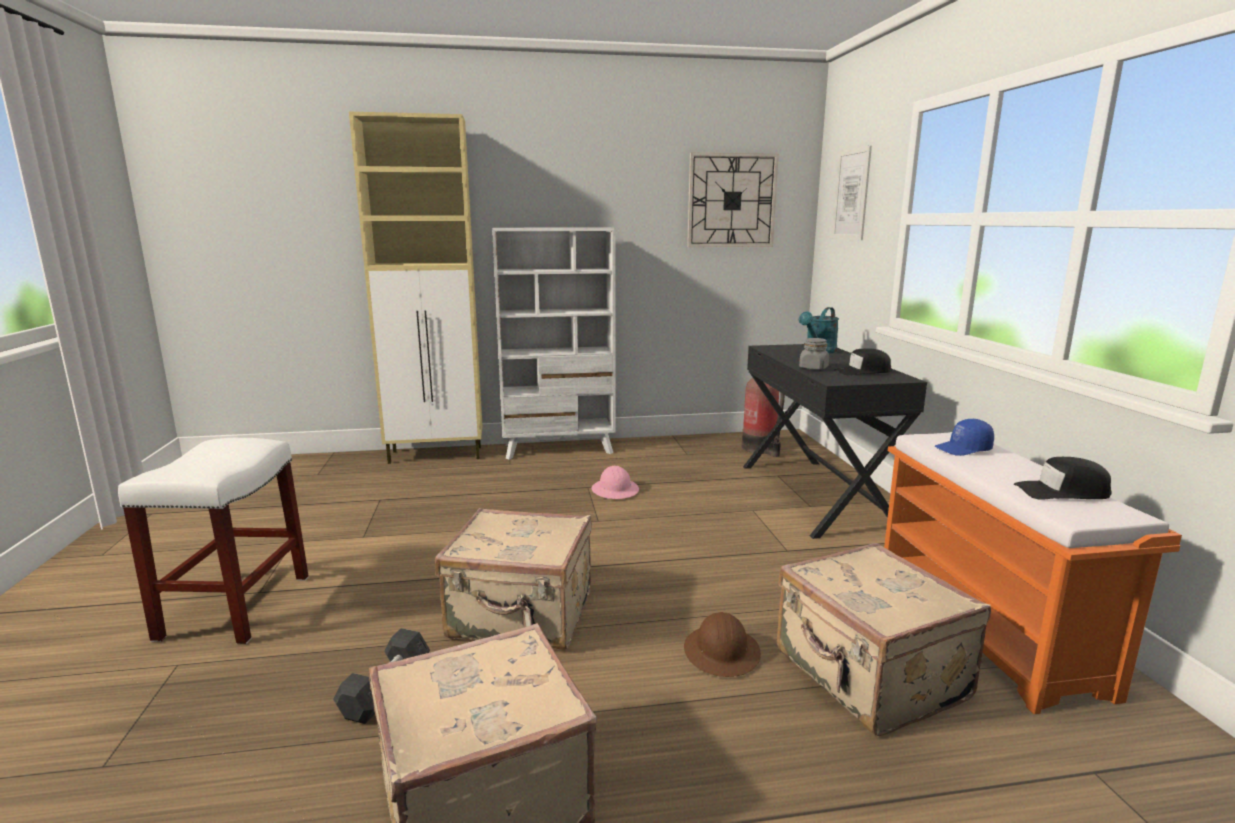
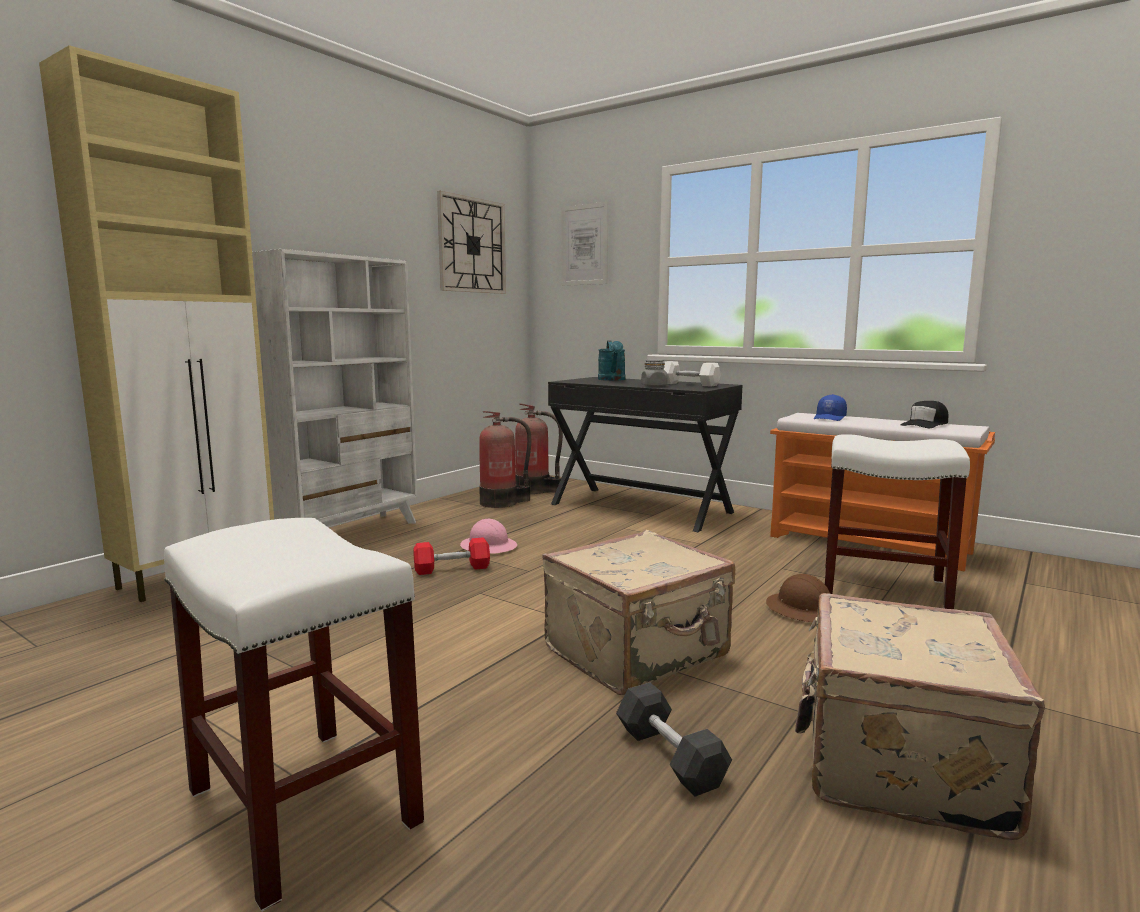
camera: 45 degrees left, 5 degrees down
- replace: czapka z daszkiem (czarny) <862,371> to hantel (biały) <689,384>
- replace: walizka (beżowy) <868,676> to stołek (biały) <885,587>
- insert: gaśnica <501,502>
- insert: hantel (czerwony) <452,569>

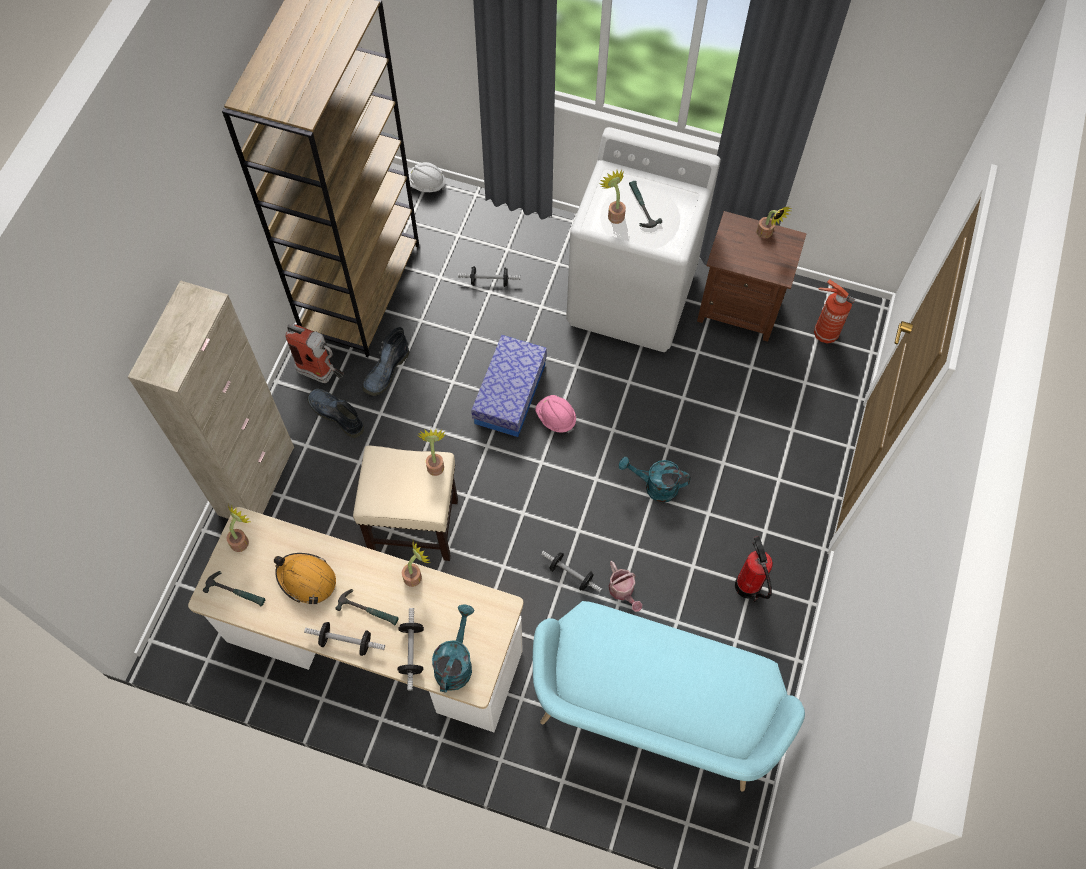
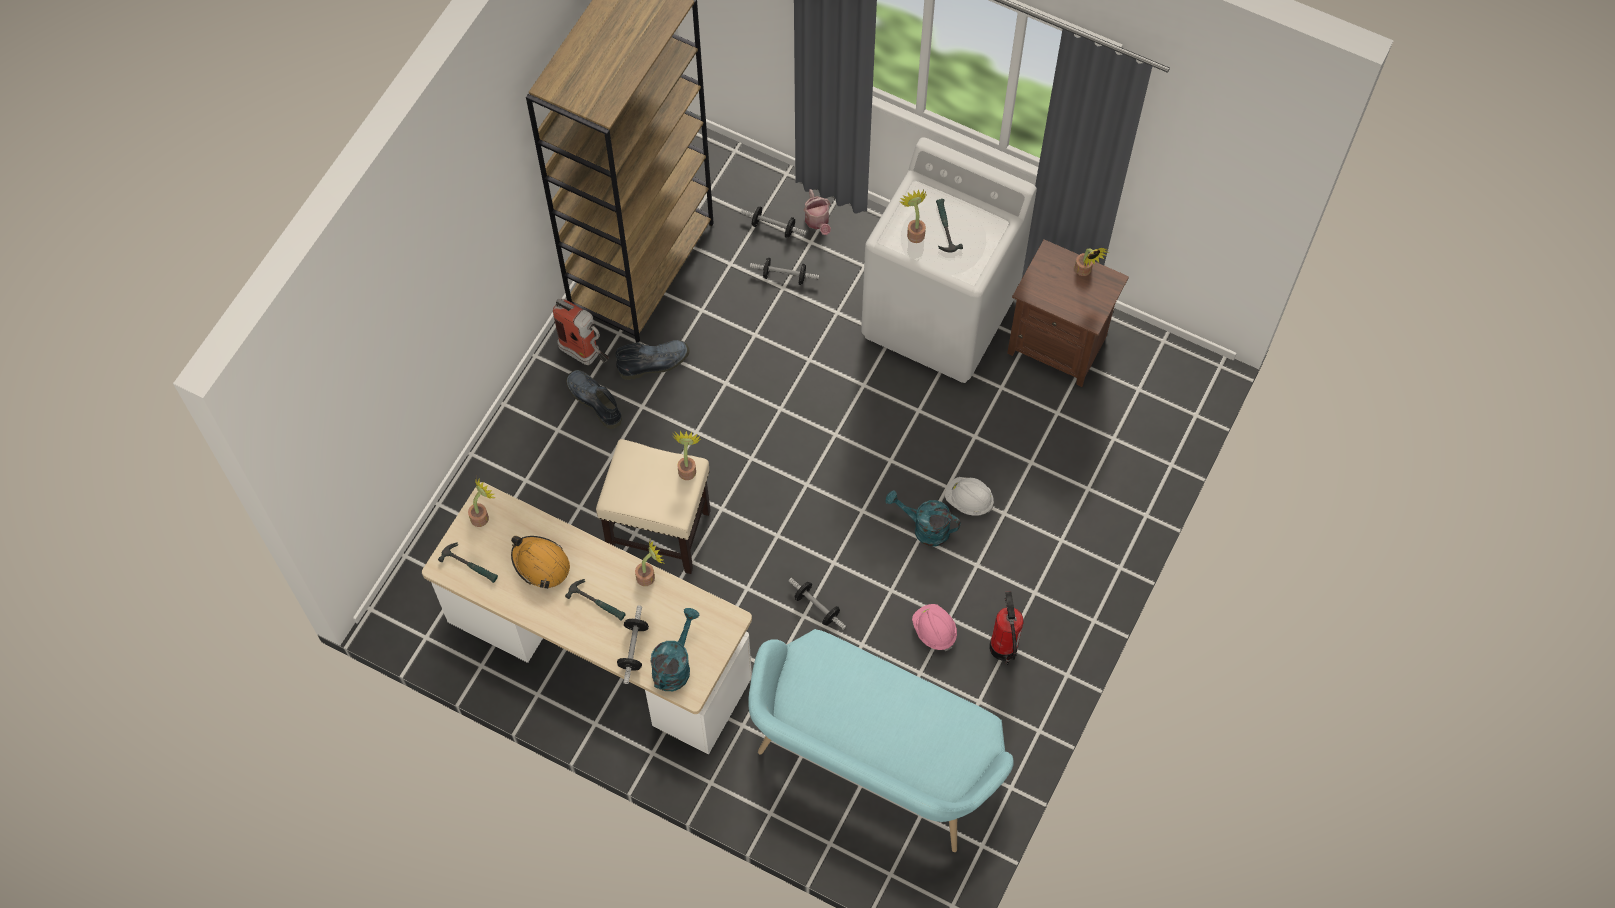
camera: 10 degrees right, 0 degrees up
- move: kask (biały) <426,184> to <968,501>
- delete: gaśnica <824,333>
- delete: szafka (beżowy) <257,481>
- rotate: but z cholewką <386,372> = <655,362> 150 degrees counterclockwise
- delete: pojemnik do przechowywania <510,394>
- move: kask (różowy) <555,418> to <934,631>
- move: konewka <623,592> to <818,222>
- move: hantel <346,642> to <773,227>

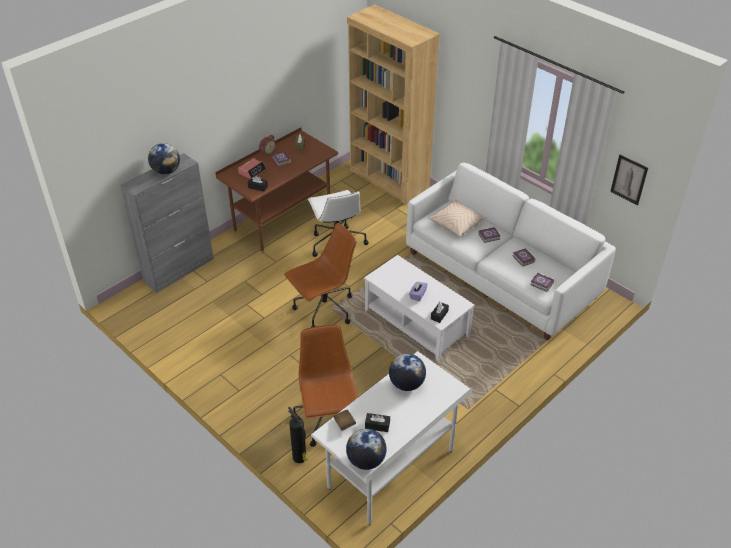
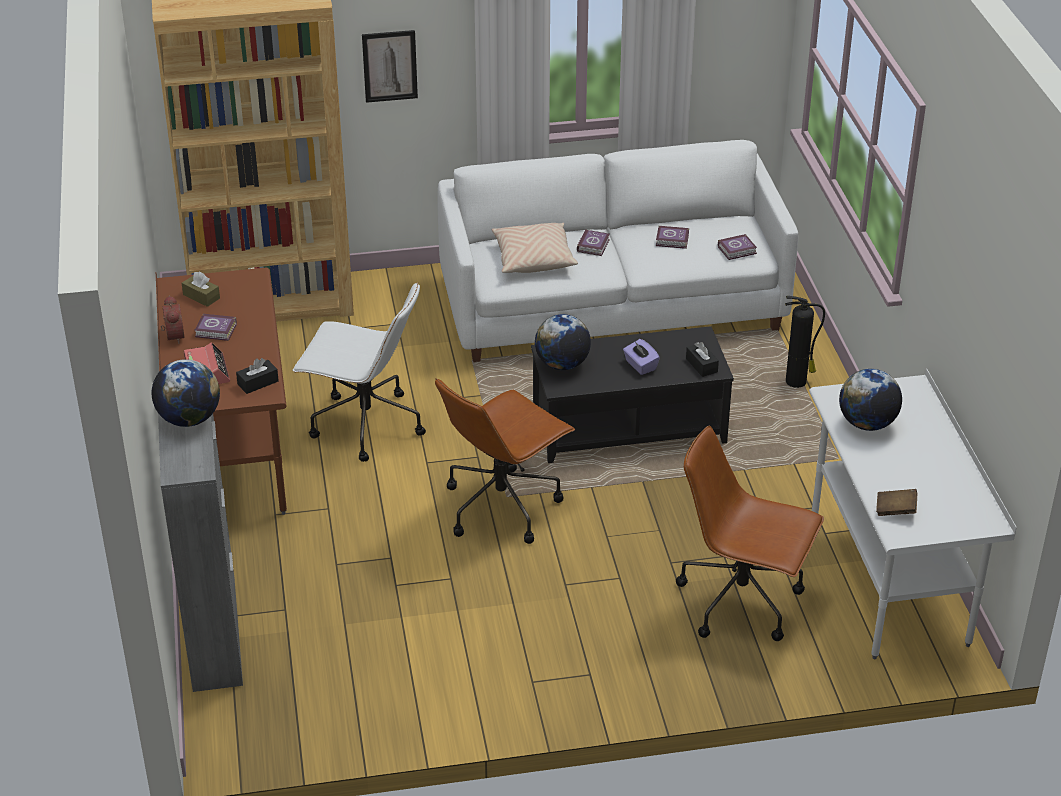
camera: 55 degrees left, 5 degrees down
- move: obraz <629,179> to <390,66>
- rotate: krzesło biurowe (brązowy) <324,310> = <502,505> 135 degrees counterclockwise
- recolor: ława (biały) <417,323> to ława (czarny) <628,426>
- move: gaśnica <300,458> to <797,382>
- delete: pudełko chusteczek (czarny) <377,425>
- move: globus <366,460> to <562,364>

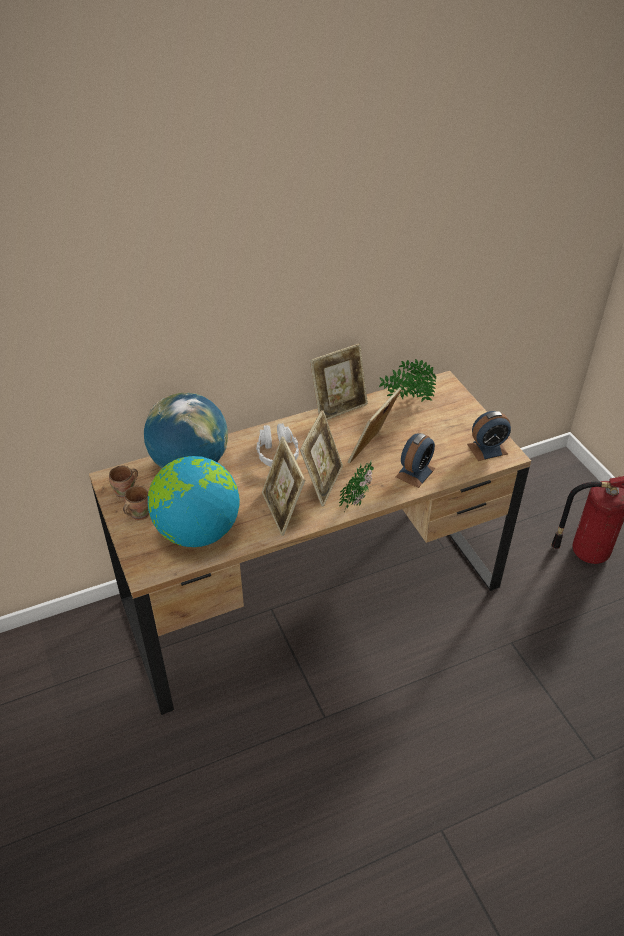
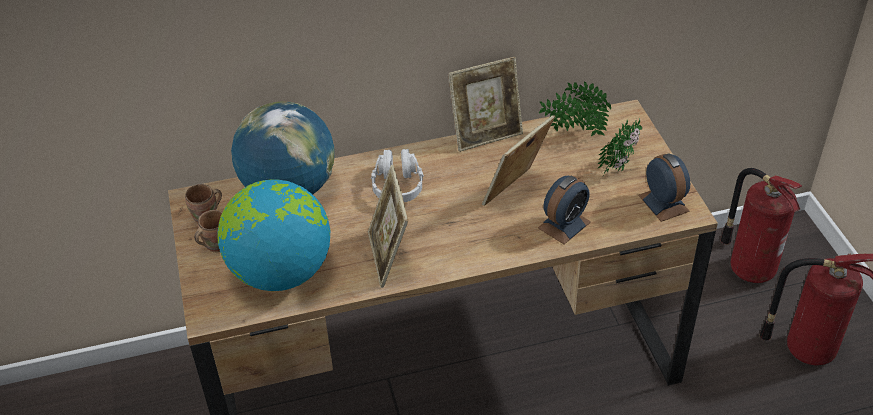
camera: 10 degrees right, 0 degrees up
- delete: ramka na zdjęcie <322,483>
- rotate: budzik <487,449> = <663,203> 105 degrees counterclockwise
- move: roślina doniczkowa <358,500> to <621,165>
- insert: gaśnica <750,267>

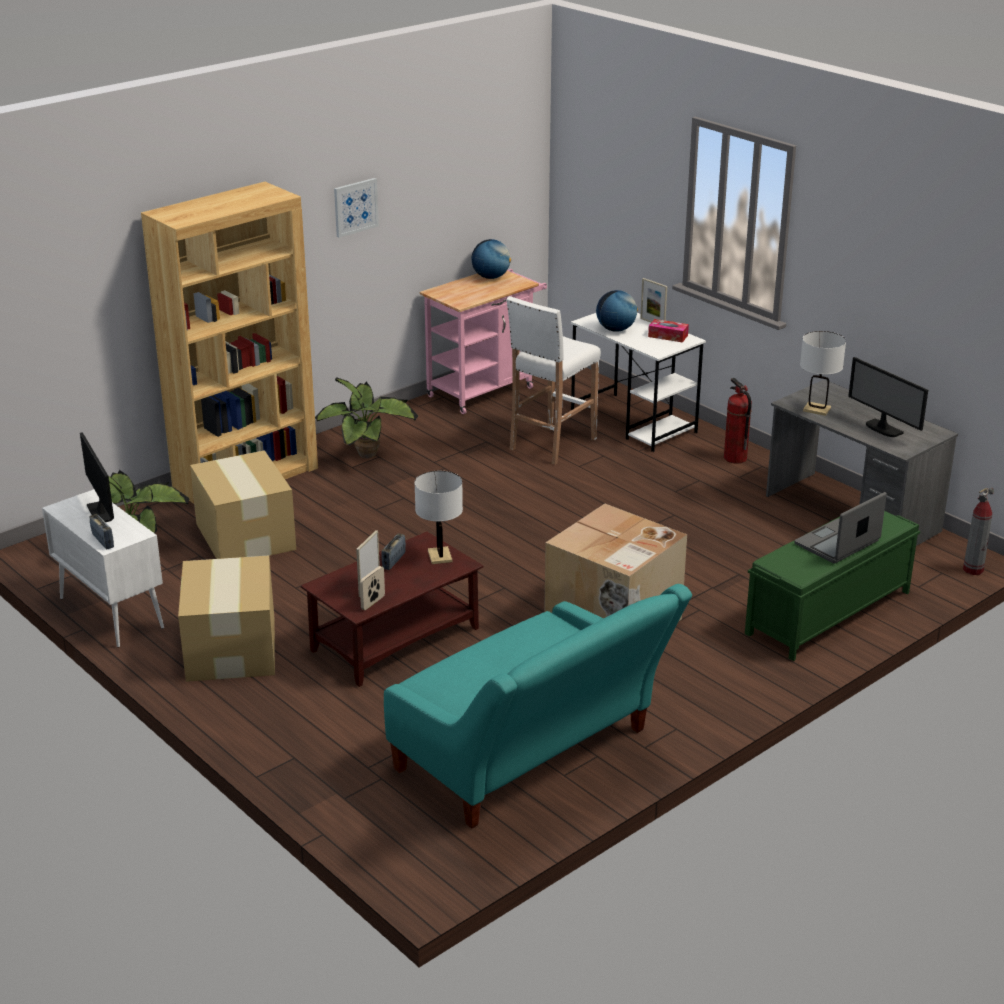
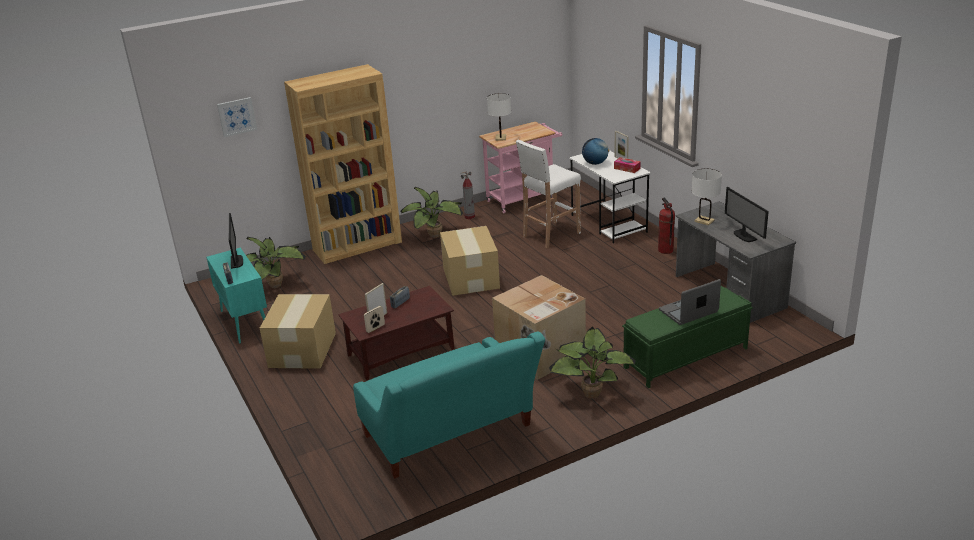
camera: 15 degrees right, 0 degrees up
- move: obraz <355,207> to <237,116>
- delete: globus <491,277>
- move: karton <245,537> to <470,278>
- move: lampa stołowa (biały) <439,556> to <500,138>
- move: gaśnica <973,569> to <469,217>
- recolor: szafka (biały) <110,612> to szafka (turkusowy) <244,322>
- insert: roślina doniczkowa <591,392>

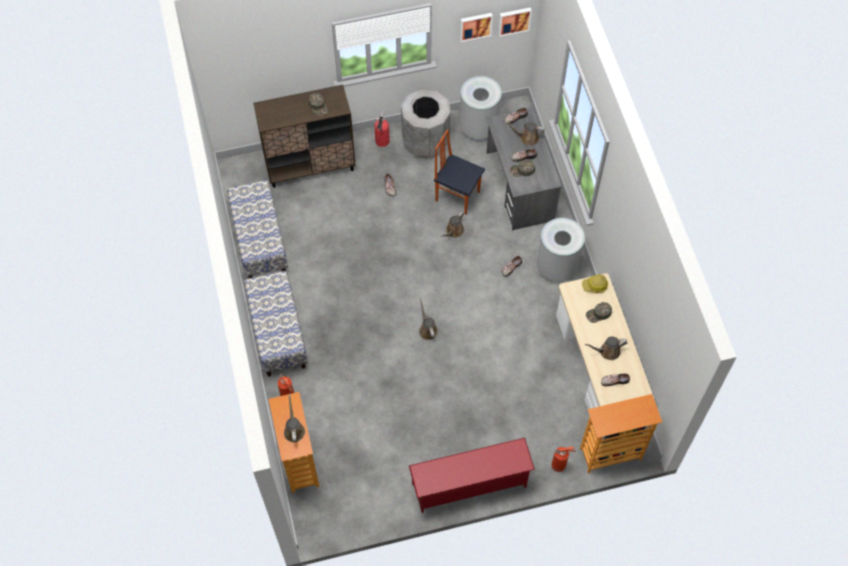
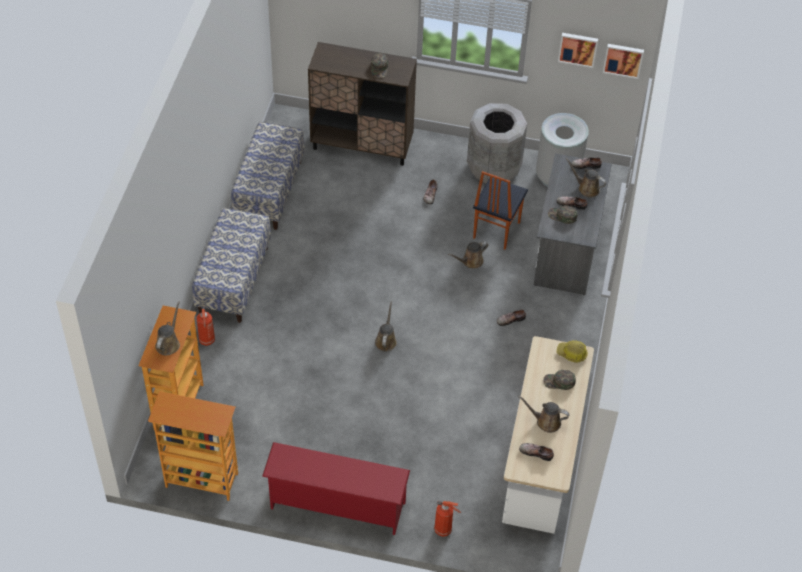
camera: 25 degrees right, 10 degrees down
- delete: gaśnica <382,142>
- rotate: krzesło <457,195> = <495,230> 120 degrees counterclockwise
- delete: kosz na śmieci (szary) <557,267>
- move: regał <610,454> to <201,481>

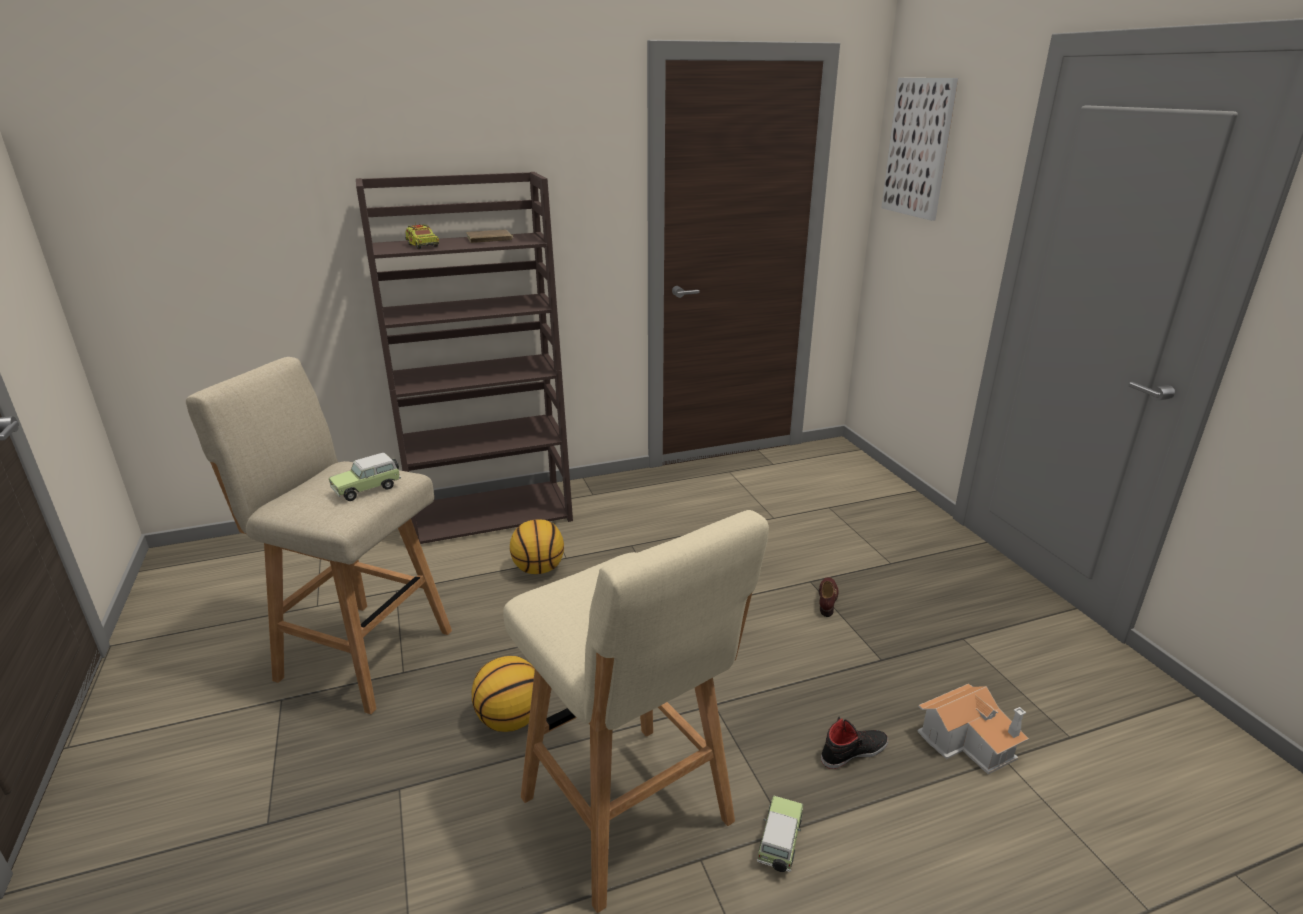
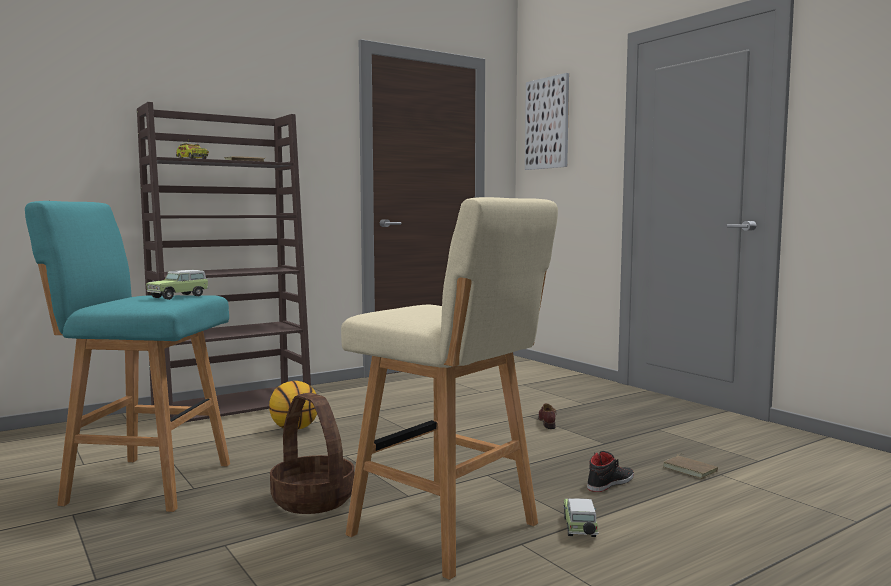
camera: 15 degrees left, 20 degrees down
- recolor: stołek (beżowy) <361,653> to stołek (turkusowy) <144,483>
- replace: piłka do koszykówki <510,719> to koszyk <312,500>
- replace: domek <969,741> to książka (brązowy) <690,469>

